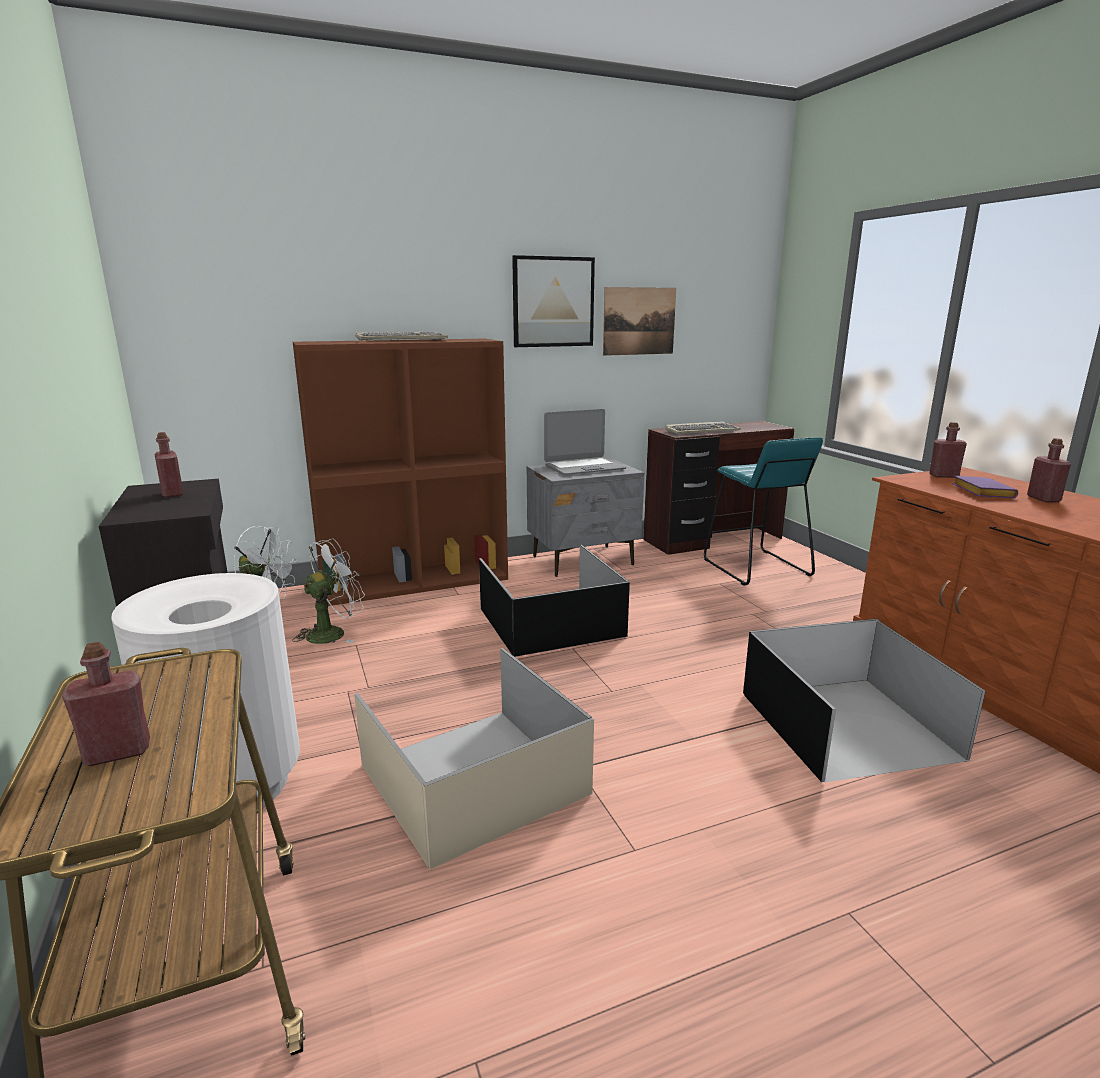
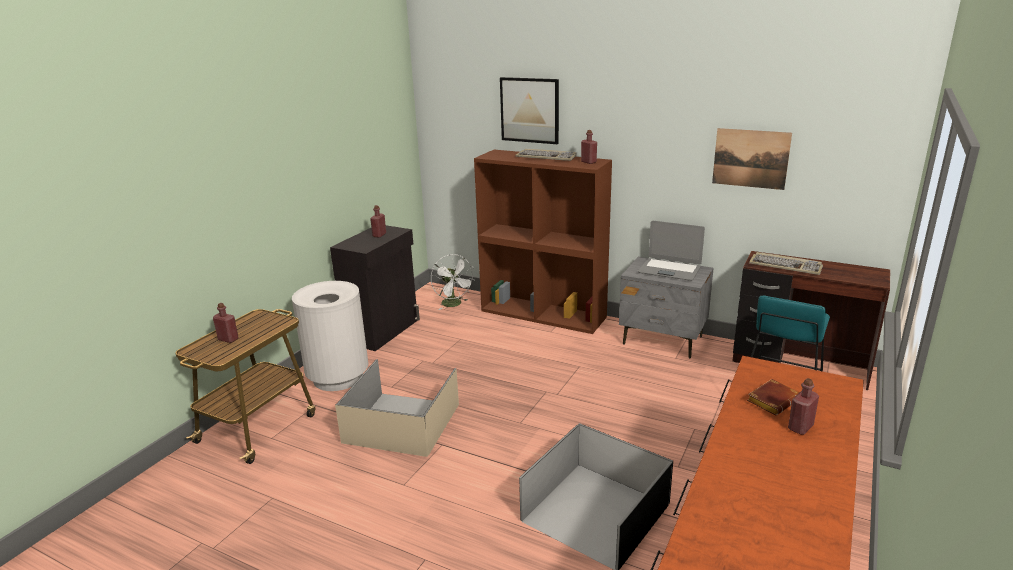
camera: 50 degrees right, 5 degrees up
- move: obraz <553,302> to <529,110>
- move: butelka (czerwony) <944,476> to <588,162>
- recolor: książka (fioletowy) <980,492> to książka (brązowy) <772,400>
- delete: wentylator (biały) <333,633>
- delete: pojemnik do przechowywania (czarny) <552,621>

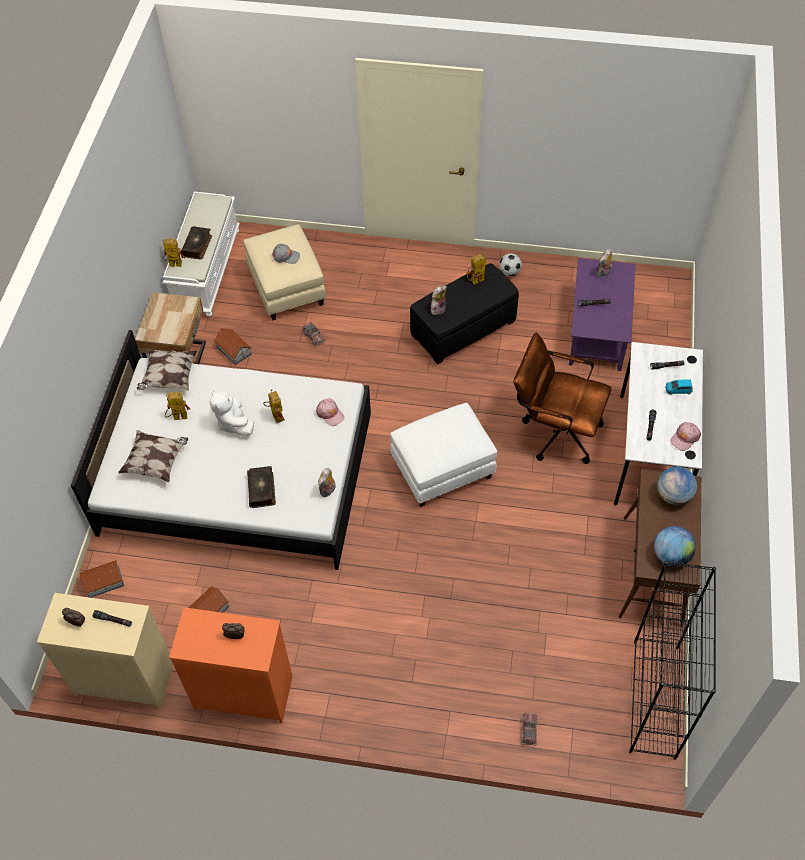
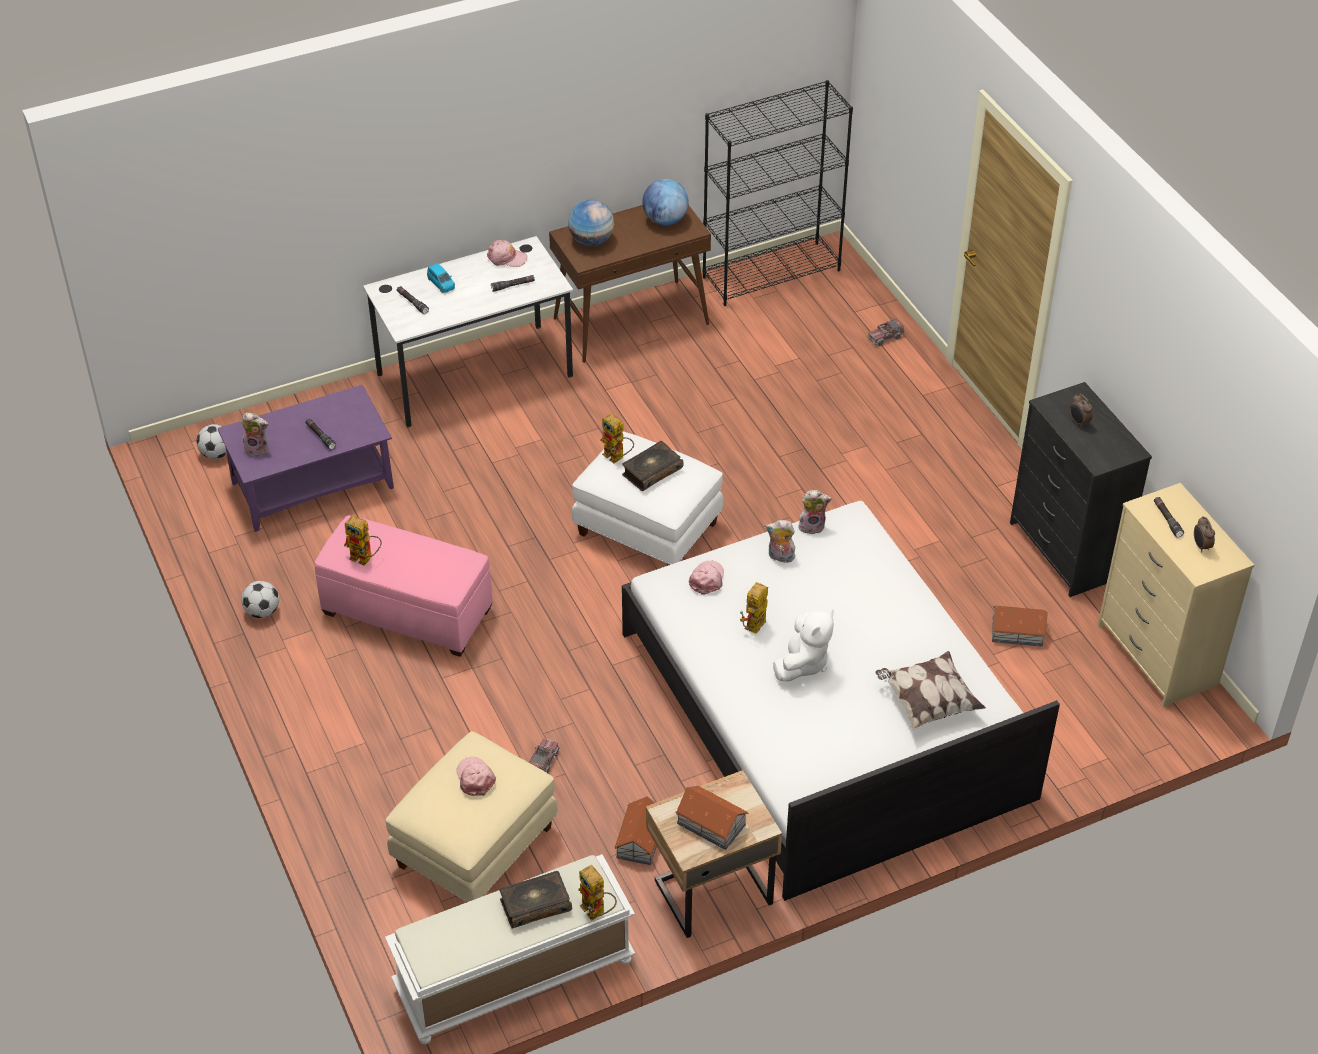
camera: 125 degrees left, 10 degrees down
- recolor: czapka z daszkiem (szary) <286,256> to czapka z daszkiem (różowy) <475,778>
- recolor: pufa (czarny) <463,329> to pufa (różowy) <408,611>
- move: pluszak <437,308> to <780,557>
- delete: krzesło biurowe (brązowy) <555,431>
- delete: poduszka <169,377>
- move: robot zabawkowy <177,417> to <617,457>
- move: książka <262,490> to <651,471>
- move: domek <103,582> to <711,824>
- recolor: komoda (pomarańczowy) <244,692> to komoda (czarny) <1065,550>
- insert: piłka futbolowa <216,454>

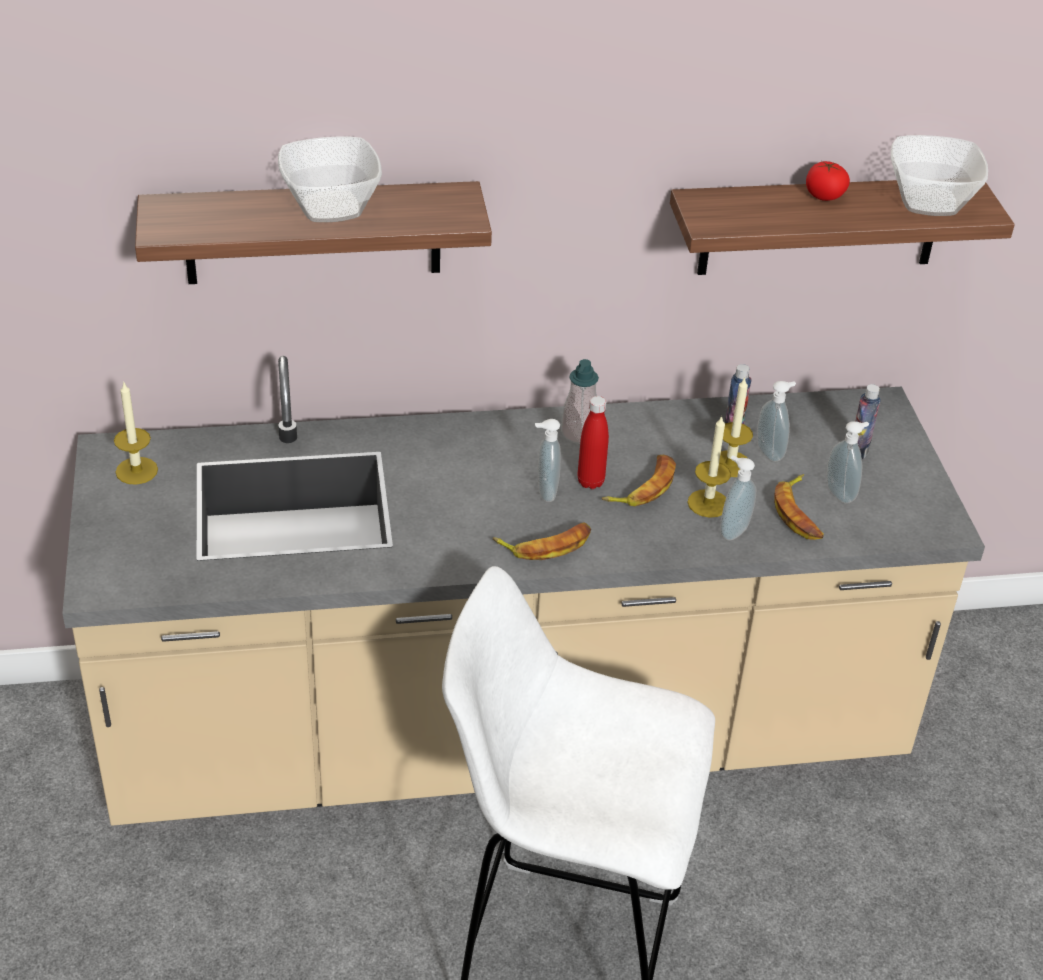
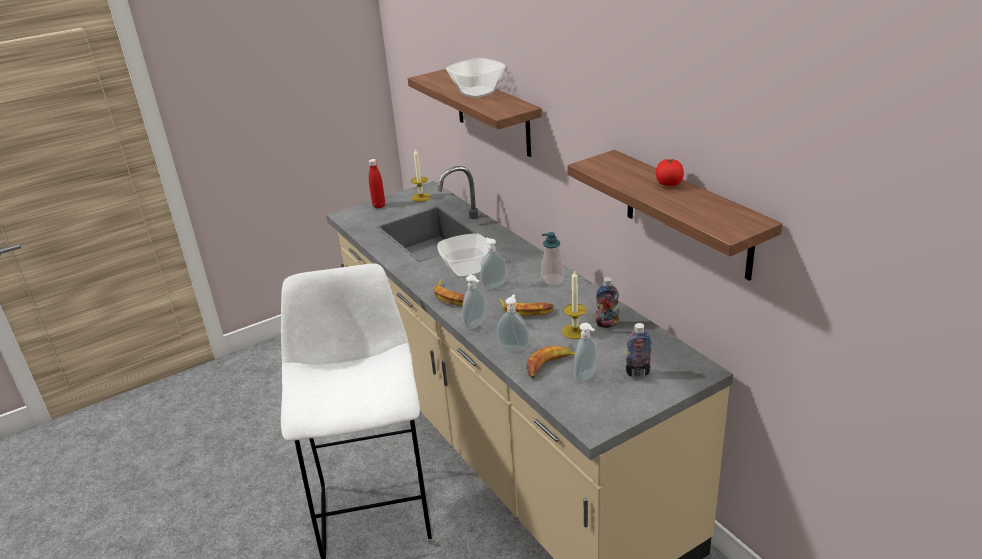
camera: 70 degrees right, 10 degrees down
- move: miska <930,201> to <467,270>
- move: dozownik mydła <771,452> to <476,325>
- move: butelka (czerwony) <590,482> to <379,206>
- delete: świeca <708,503>

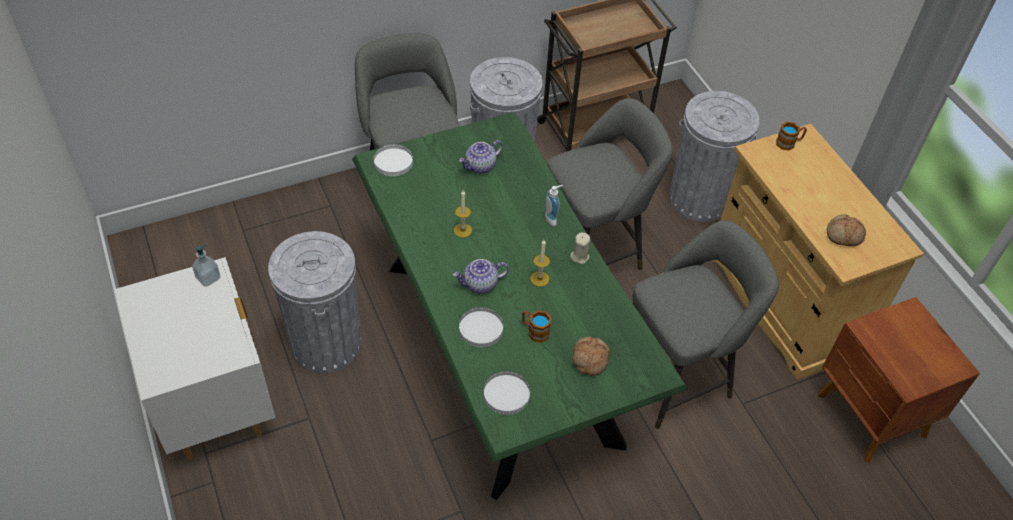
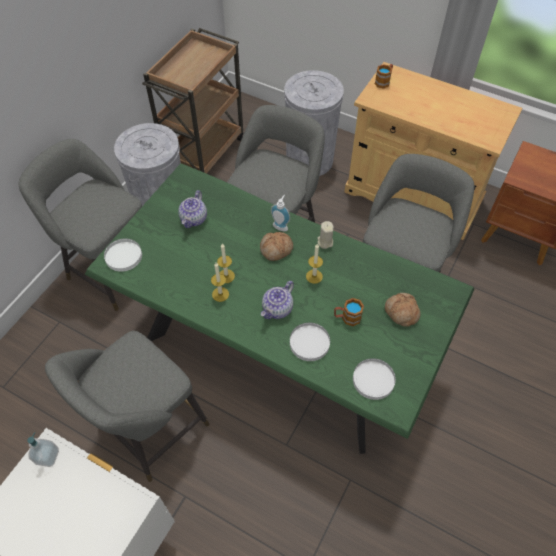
camera: 35 degrees left, 5 degrees up
- move: chleb <844,236> to <276,250>
- replace: kosz na śmieci (szary) <325,343> to stołek (szary) <148,430>
- insert: świeca <220,294>

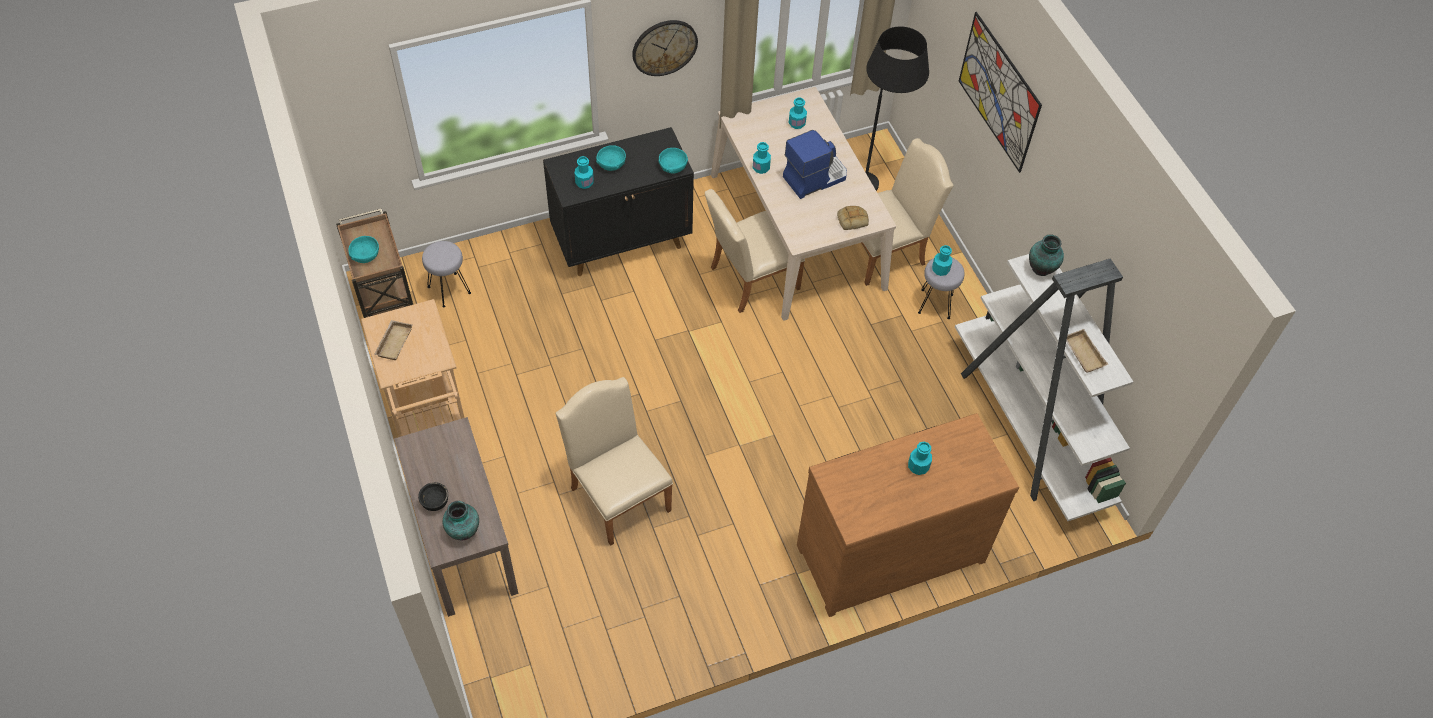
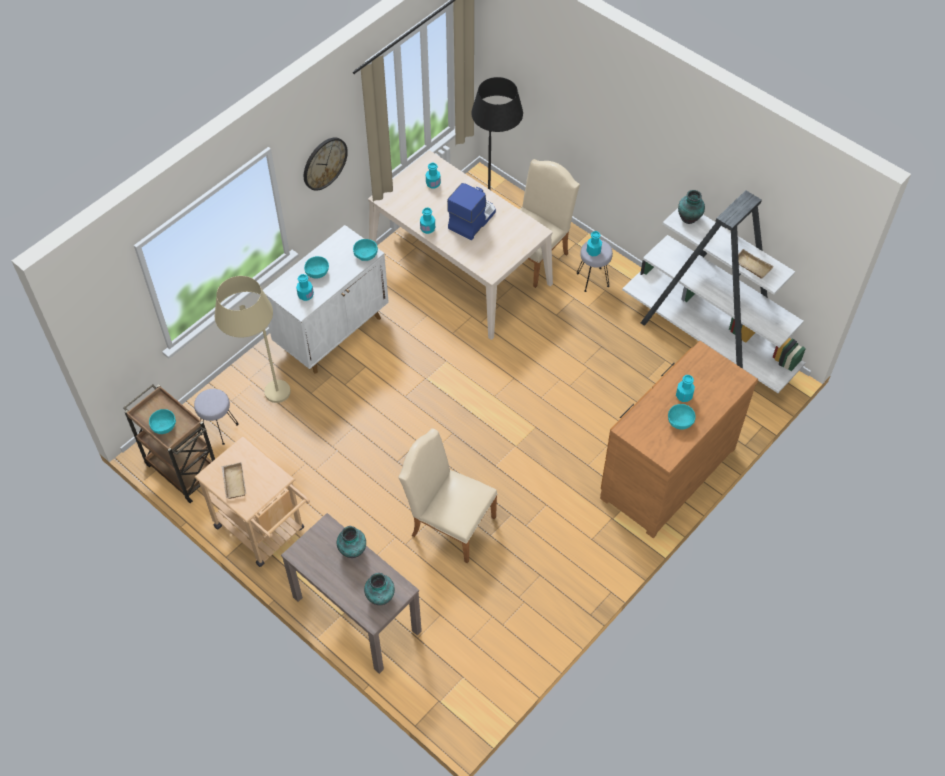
camera: 25 degrees left, 0 degrees up
- delete: obraz <998,92>
- recolor: szafka (czarny) <622,241> to szafka (biały) <333,332>
- delete: krzesło (beżowy) <749,280>
- delete: chleb <852,219>
- delete: miska (czarny) <435,502>
- insert: lampa stojąca (beżowy) <263,396>
- insert: miska (turkusowy) <680,421>
- insert: wazon <352,551>

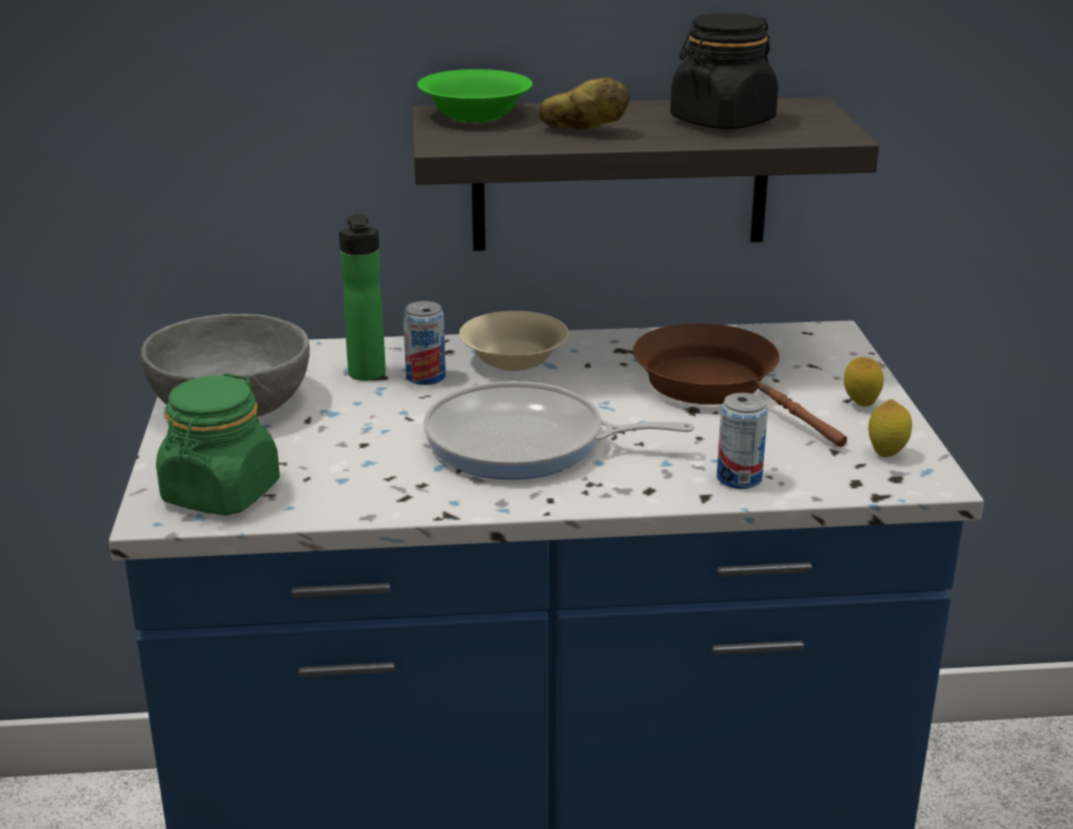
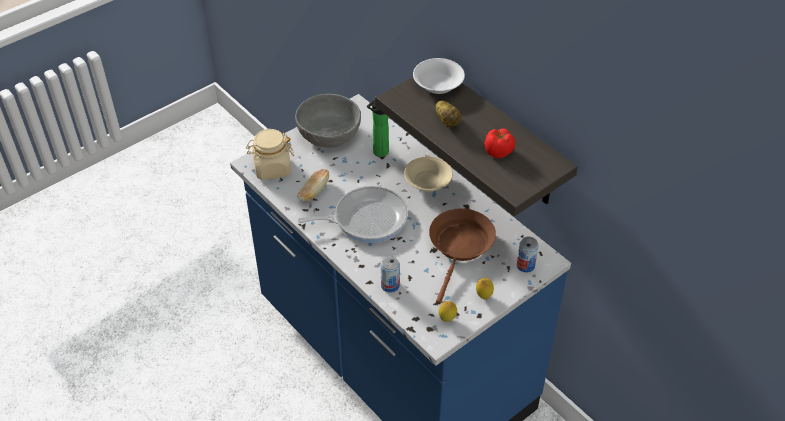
camera: 55 degrees right, 20 degrees up
- replace: słoik (czarny) <722,122> to pomidor <499,152>
- recolor: miska (zielony) <475,114> to miska (biały) <438,85>
- move: puszka <425,377> to <525,265>
- recolor: słoik (zielony) <221,494> to słoik (beżowy) <272,168>
- rotate: patelnia <525,443> = <366,219> 105 degrees clockwise
- insert: chleb <313,191>

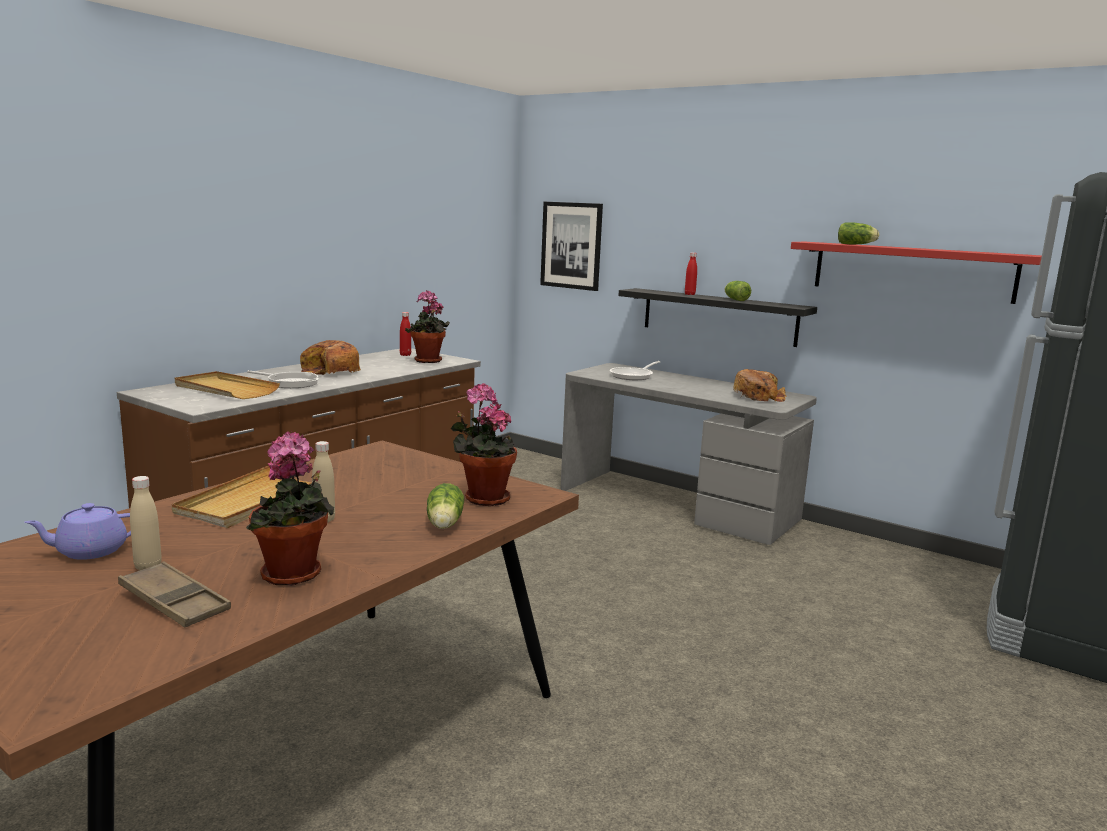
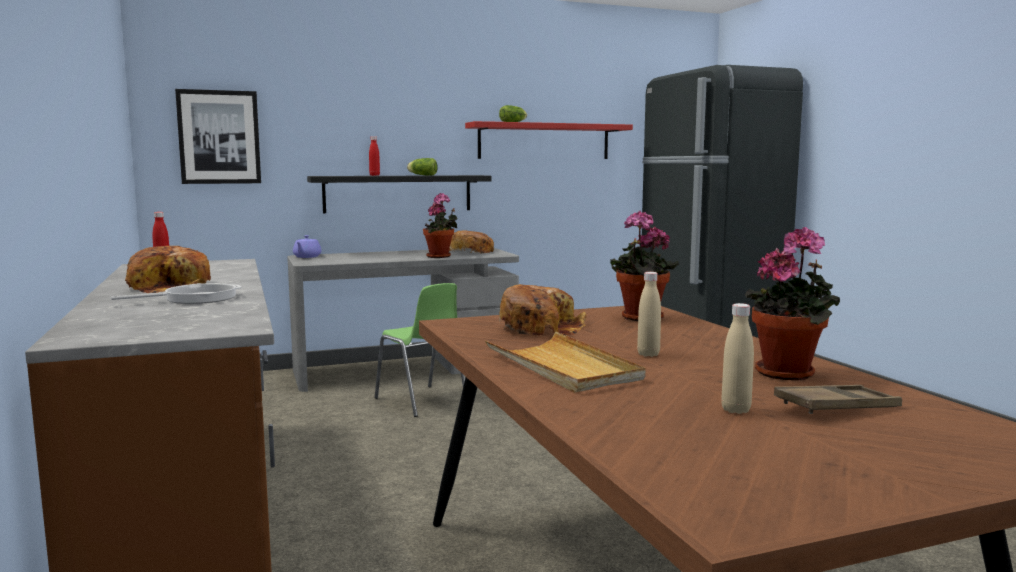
camera: 55 degrees left, 5 degrees down
- move: roślina doniczkowa <428,361> to <440,257>
- delete: patelnia <634,376>
- delete: taca (beżowy) <225,389>
- delete: sałata <444,525>
- move: imbryk (fioletowy) <90,551> to <307,257>
- insert: krzesło (zielony) <422,401>
- insert: chleb <541,328>

